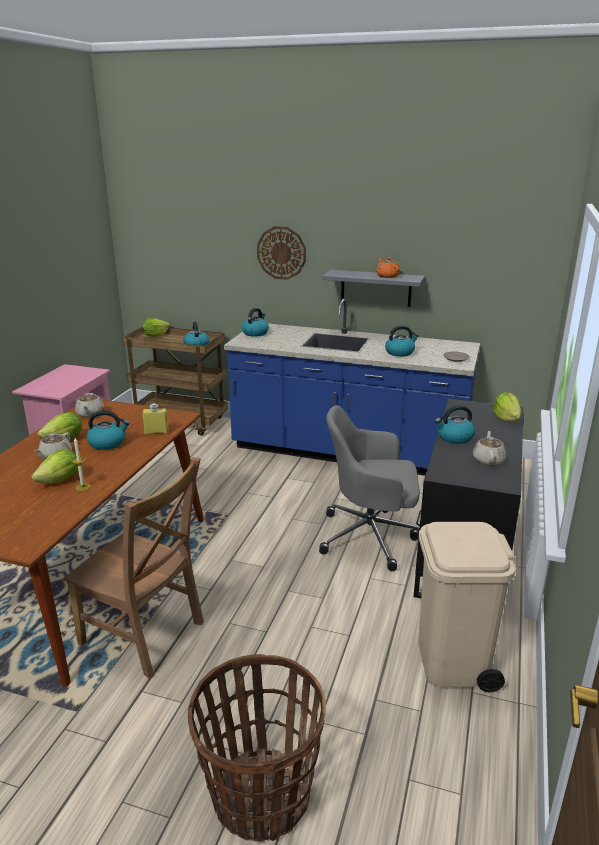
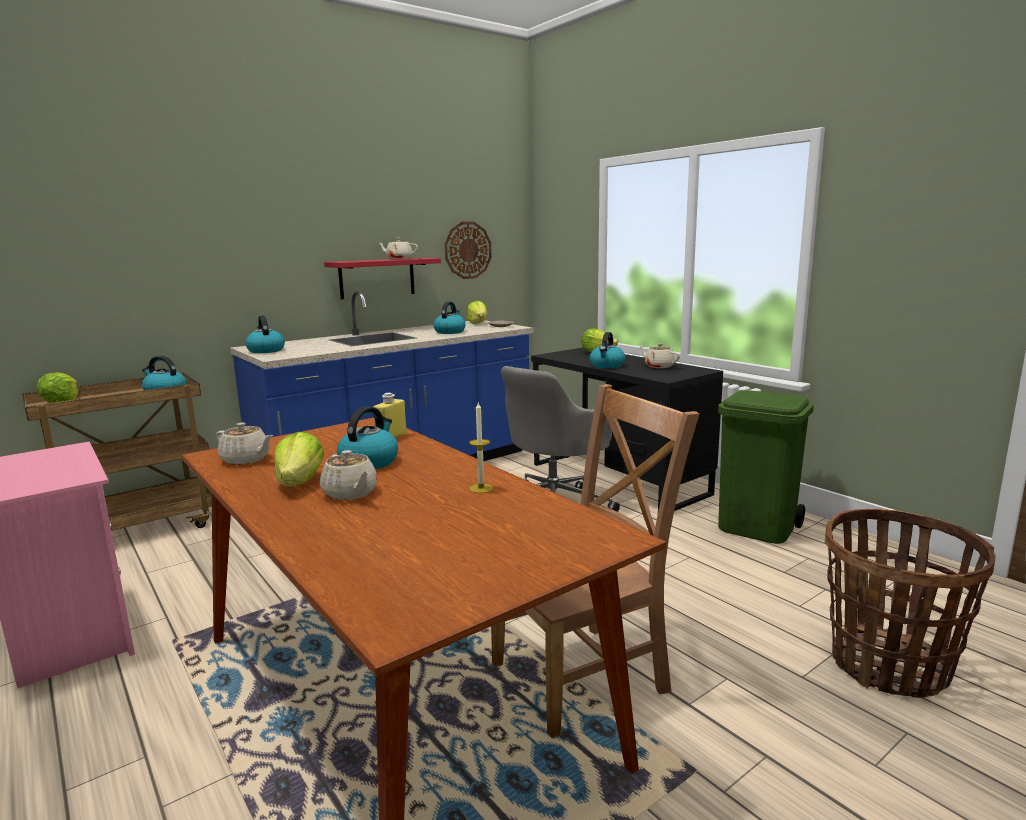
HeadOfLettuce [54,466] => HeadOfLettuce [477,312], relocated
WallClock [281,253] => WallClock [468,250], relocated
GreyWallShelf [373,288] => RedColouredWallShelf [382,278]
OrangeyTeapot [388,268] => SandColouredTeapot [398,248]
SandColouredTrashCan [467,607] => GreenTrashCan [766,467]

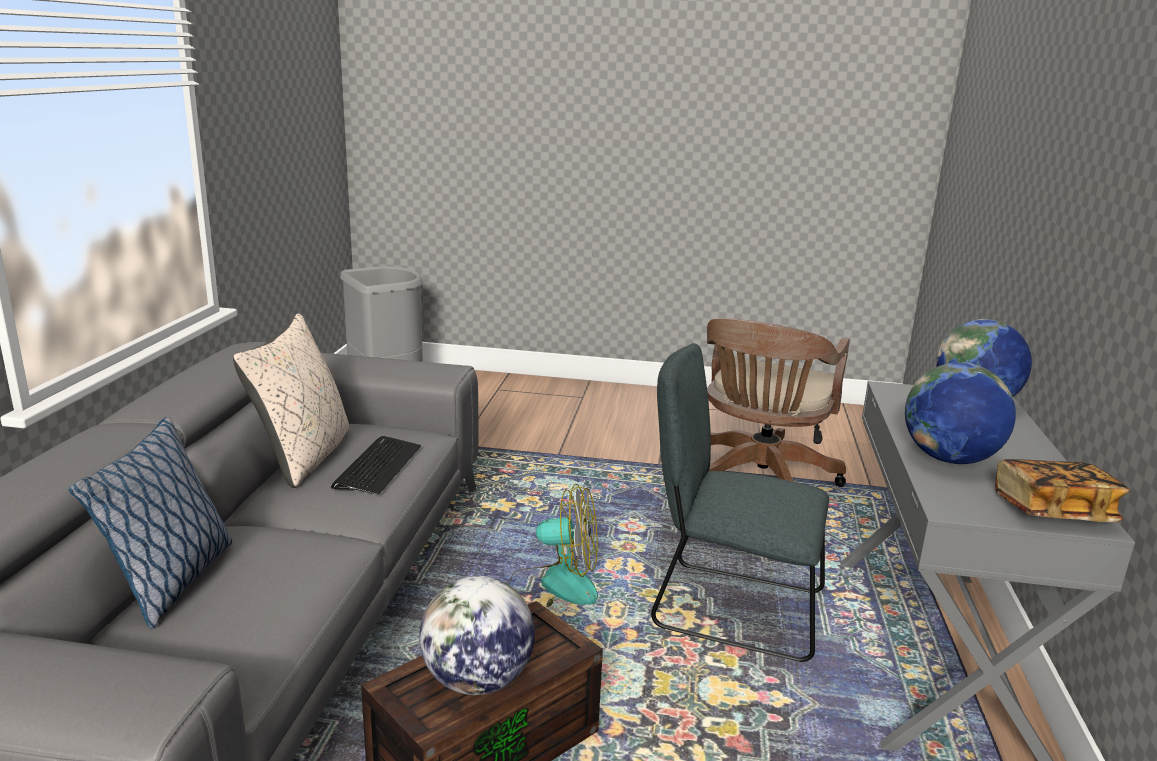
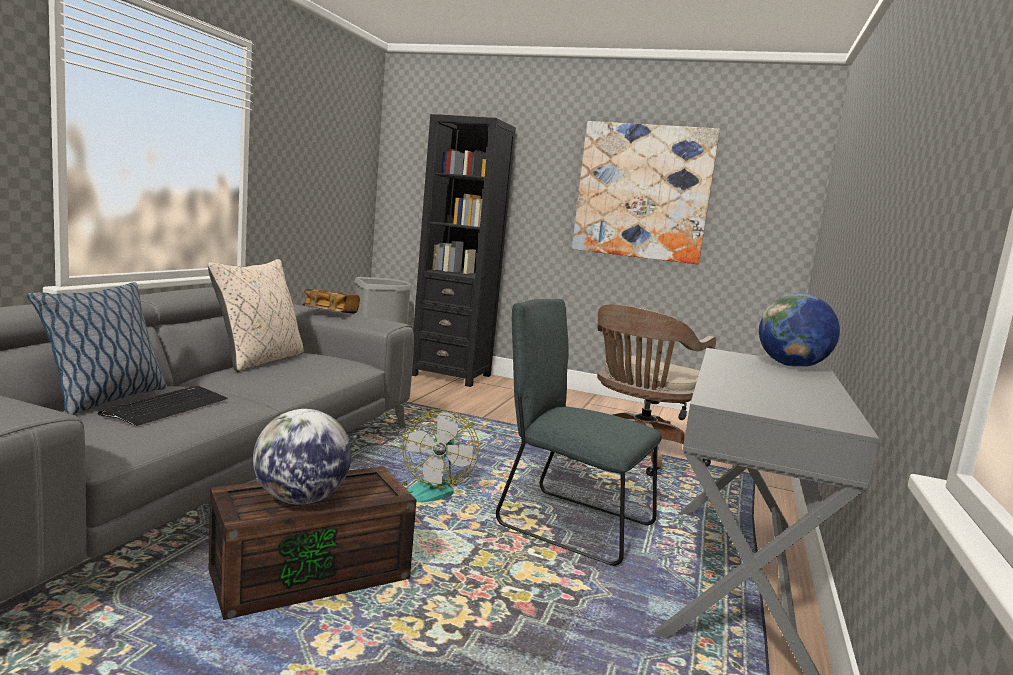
PcKeyboard [376,465] => PcKeyboard [162,406], relocated
ElectricFan [553,545] => ElectricFan [440,455], 75 degrees clockwise
Globe [960,413] => nothing
BoundBook [1062,490] => BoundBook [331,301], relocated
nothing => BlackBookcase [464,250]
nothing => WallArt [646,192]

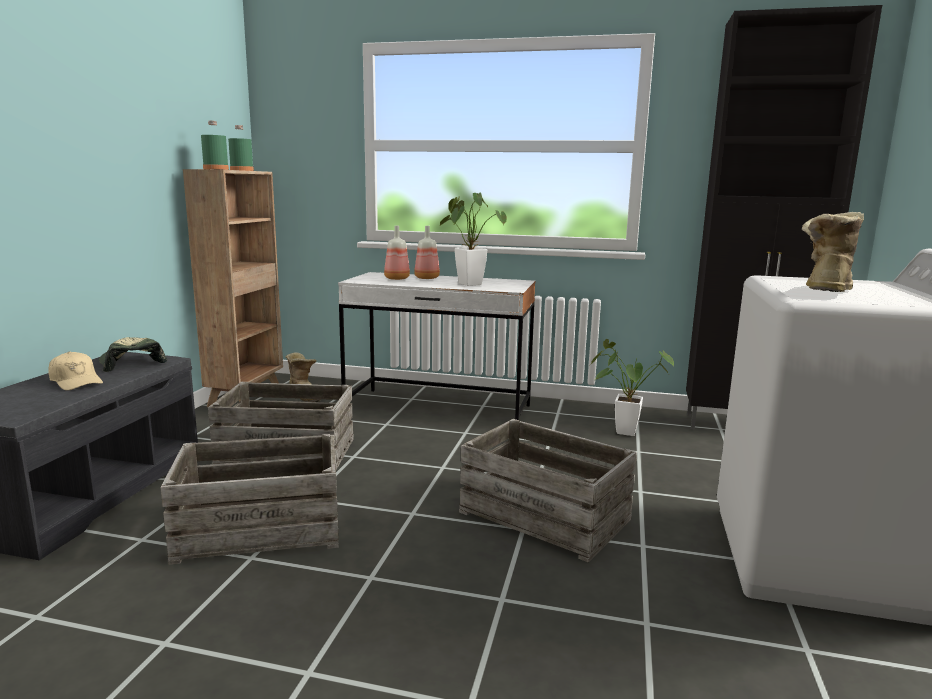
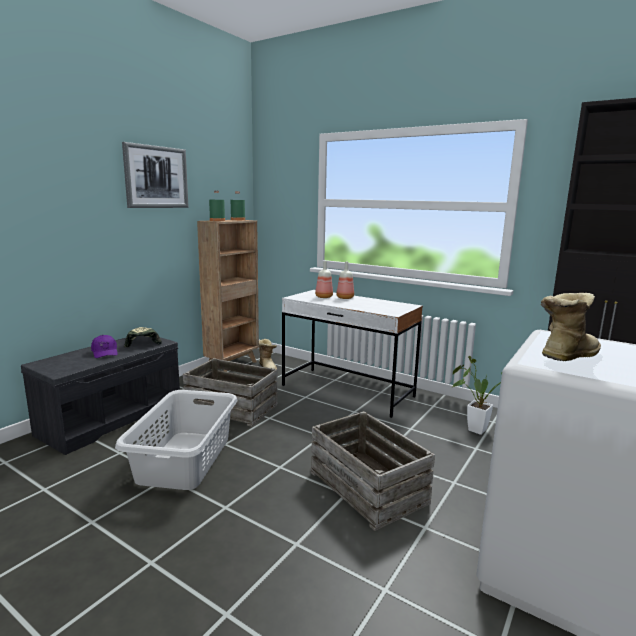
SandColouredPeakedCap [75,371] => PurplePeakedCap [104,346]
Crate [249,499] => GreyWashingBasket [176,440]
Houseplant [473,239] => nothing
nothing => WallArt [155,175]

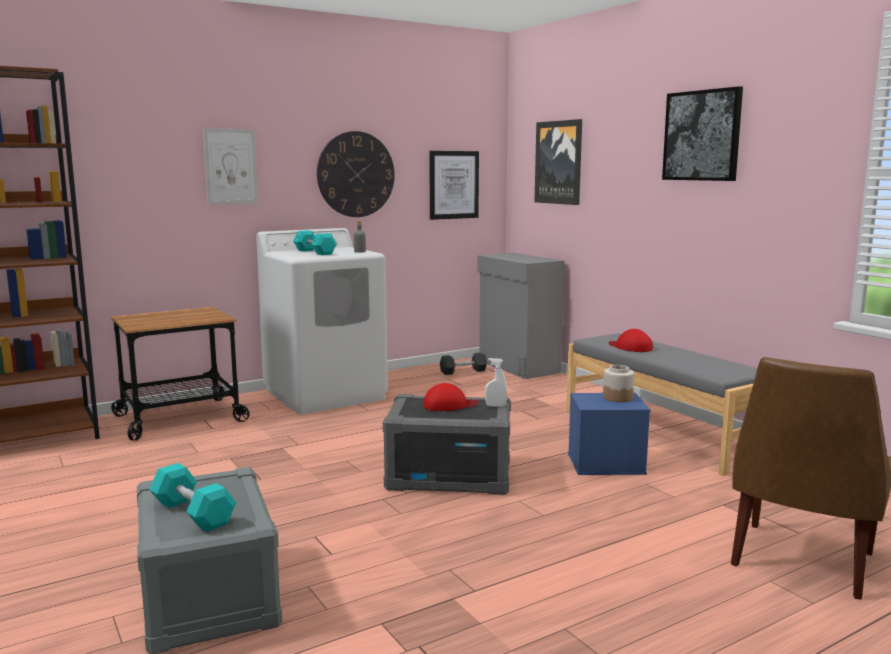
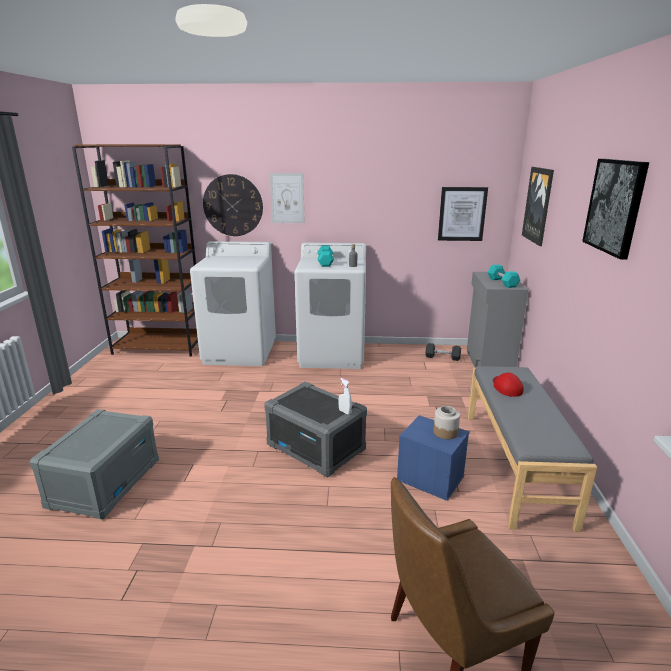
WheeledCart [180,374] => WhiteWashingMachine [233,303]
BlueGreenDumbbell [192,497] => BlueGreenDumbbell [503,276], relocated
WallClock [356,174] => WallClock [233,205], relocated
RedColouredPeakedCap [450,397] => nothing

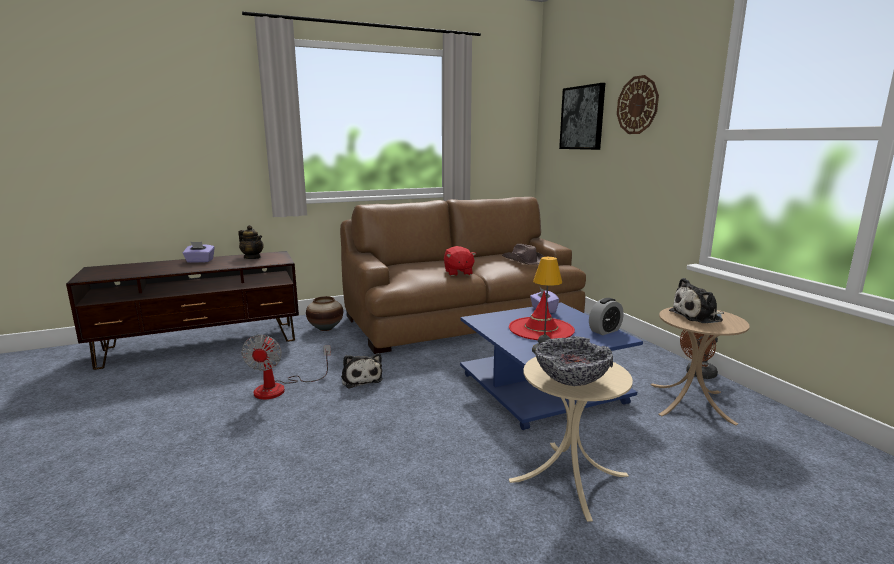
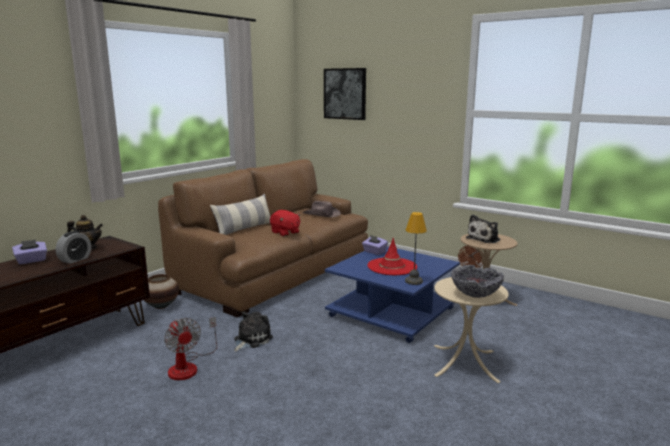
CuddlyToy [362,370] => CuddlyToy [253,332], 90 degrees counterclockwise
BedsideClock [606,316] => BedsideClock [73,247], relocated
WallClock [638,104] => nothing
nothing => Cushion [240,214]

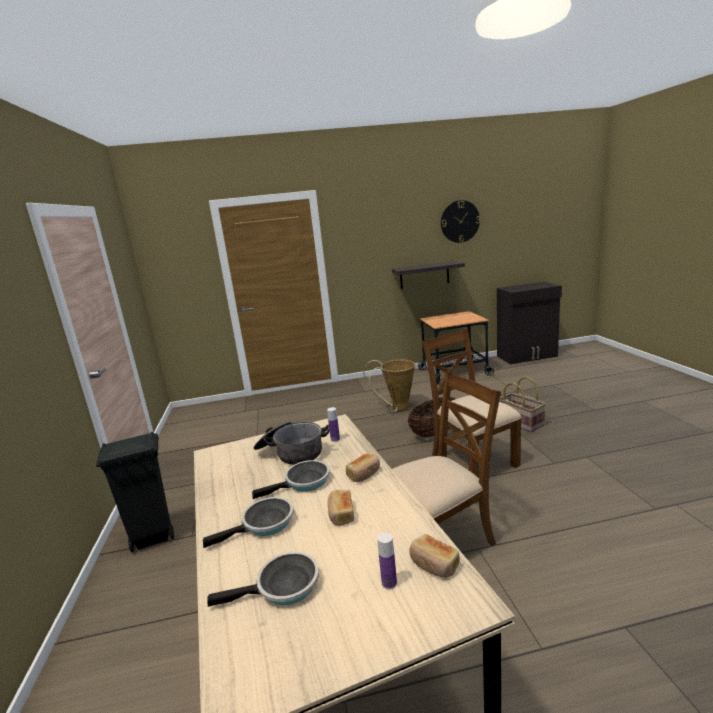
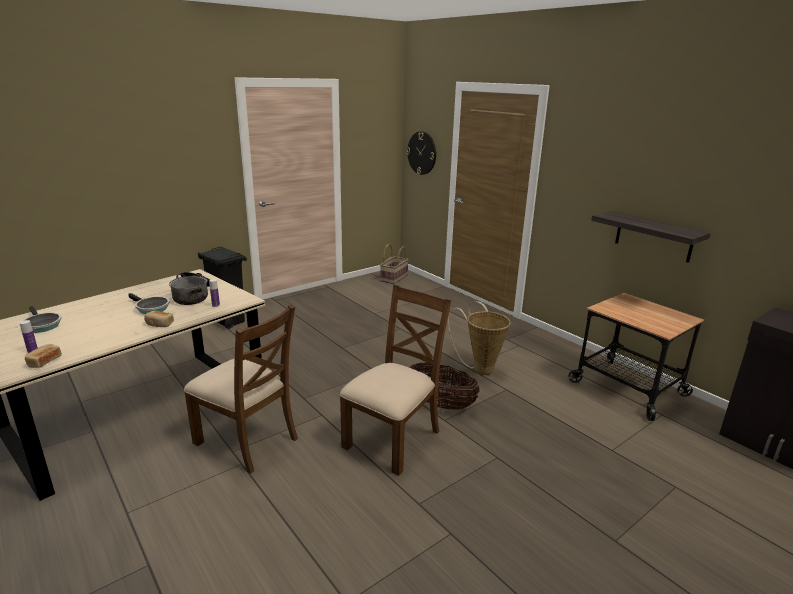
FryingPan [248,522] => nothing
BakedBread [341,508] => nothing
WallClock [460,221] => WallClock [421,153], relocated
StorageBasket [522,404] => StorageBasket [394,264], relocated

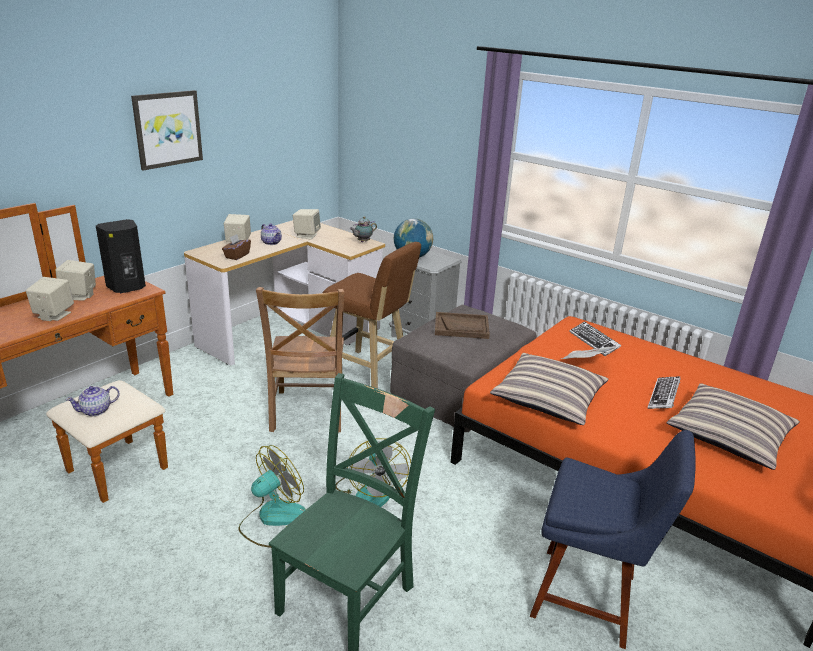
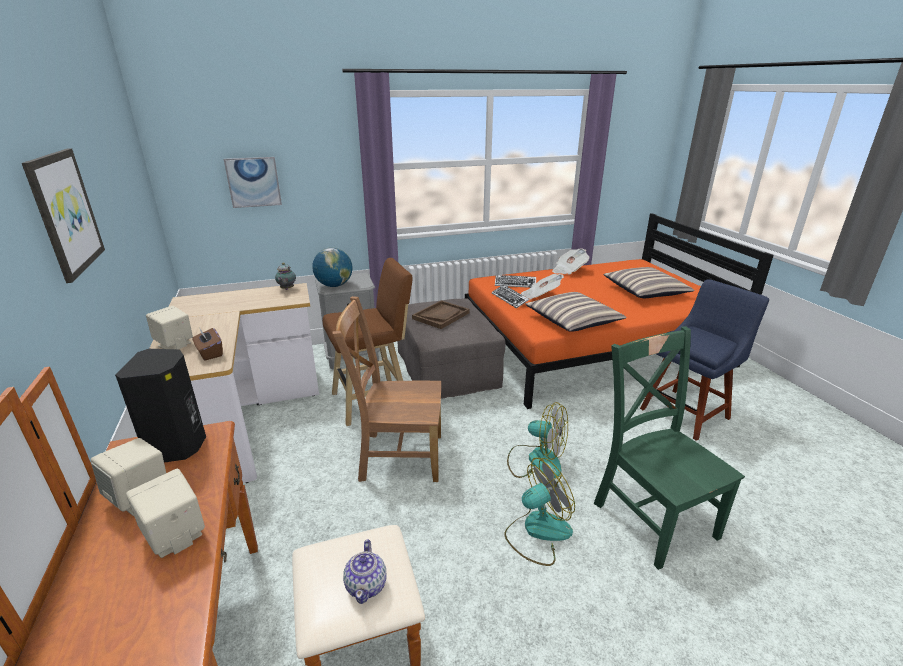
ElectricFan [272,496] => ElectricFan [539,512], 75 degrees clockwise
BrownishUprightChair [300,360] => BrownishUprightChair [386,389], 150 degrees clockwise
Teapot [271,234] => nothing
SandColouredAudioSpeaker [307,224] => nothing
PcKeyboard [664,392] => PcKeyboard [510,296], relocated
nothing => WallArt [253,182]
nothing => Newspaper [570,262]

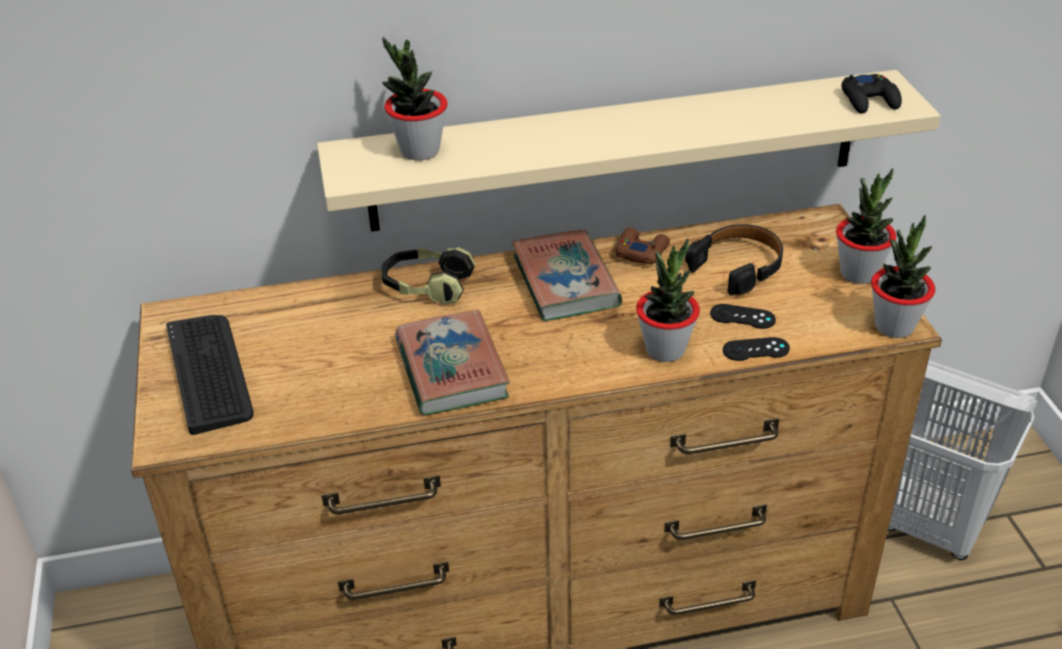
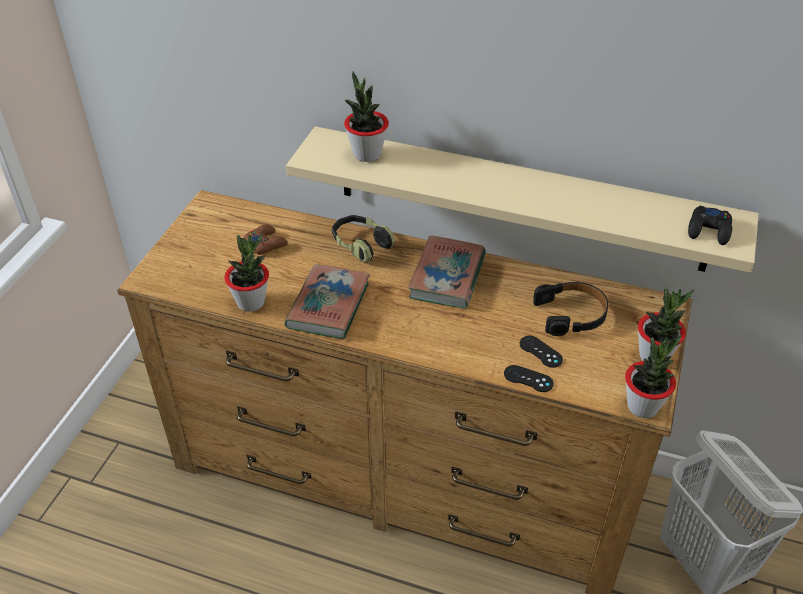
PcKeyboard [210,375] => nothing
BrownishJoypad [642,246] => BrownishJoypad [265,239], relocated
Houseplant [668,300] => Houseplant [246,273], relocated

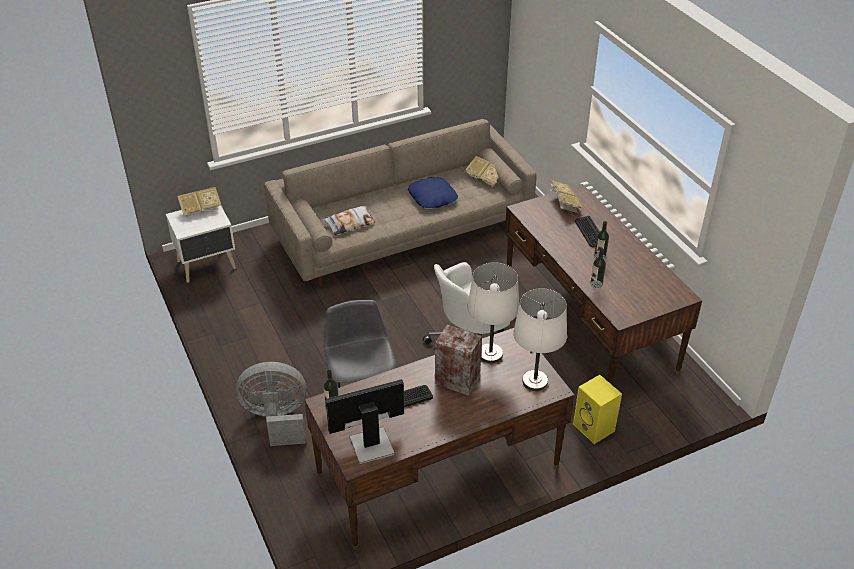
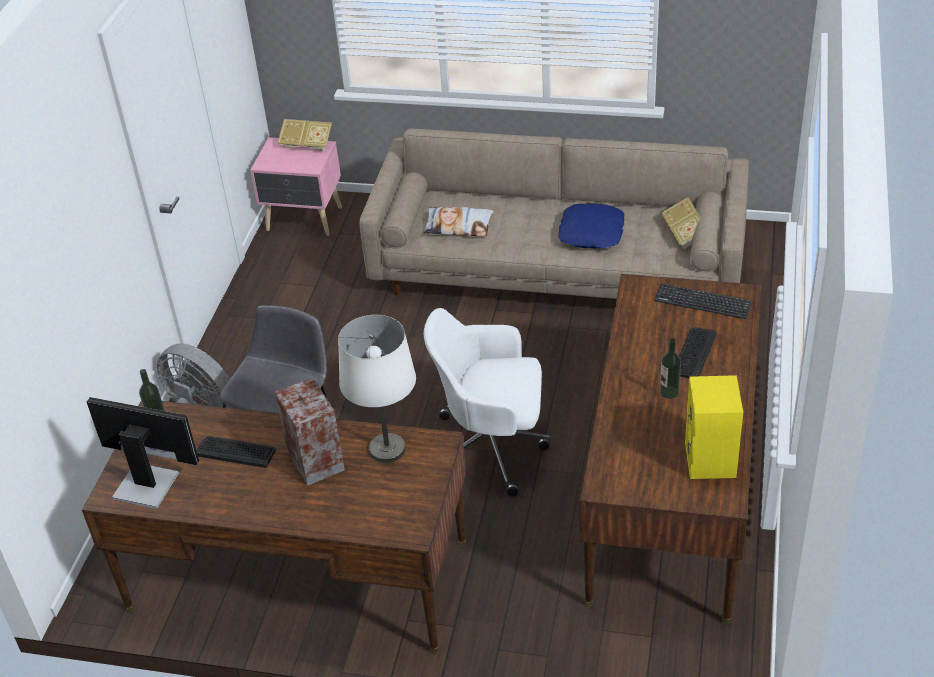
WhiteNightTable [201,244] => PinkishNightTable [296,186]
WhiteTableLamp [540,339] => nothing
BoundBook [566,196] => PcKeyboard [703,301]
YellowColouredAudioSpeaker [597,409] => YellowColouredAudioSpeaker [714,427], relocated
BeverageBottle [598,268] => nothing

